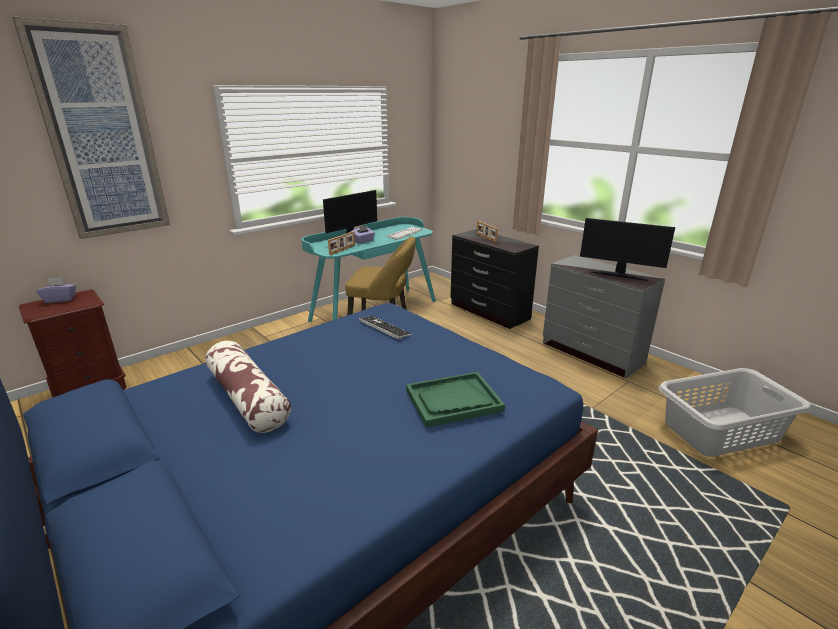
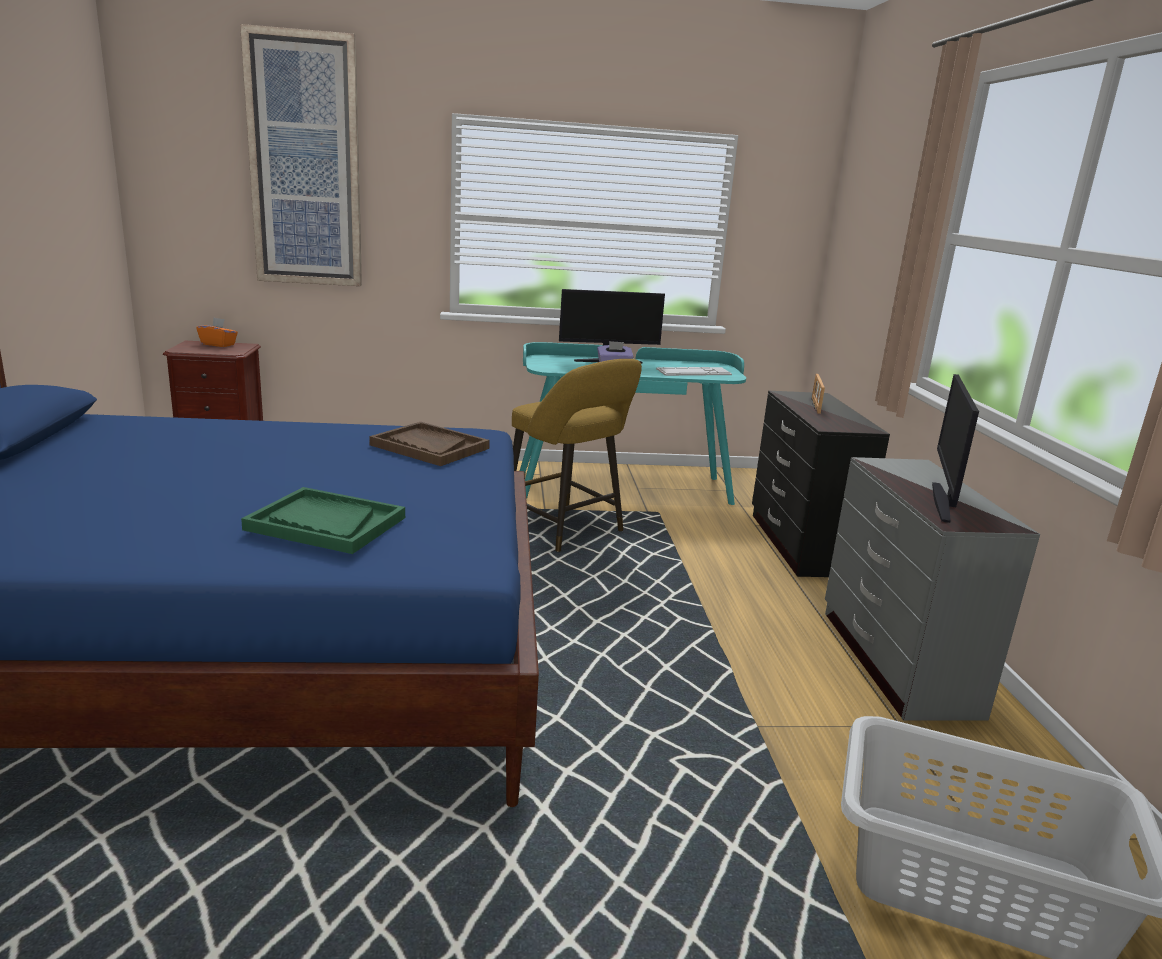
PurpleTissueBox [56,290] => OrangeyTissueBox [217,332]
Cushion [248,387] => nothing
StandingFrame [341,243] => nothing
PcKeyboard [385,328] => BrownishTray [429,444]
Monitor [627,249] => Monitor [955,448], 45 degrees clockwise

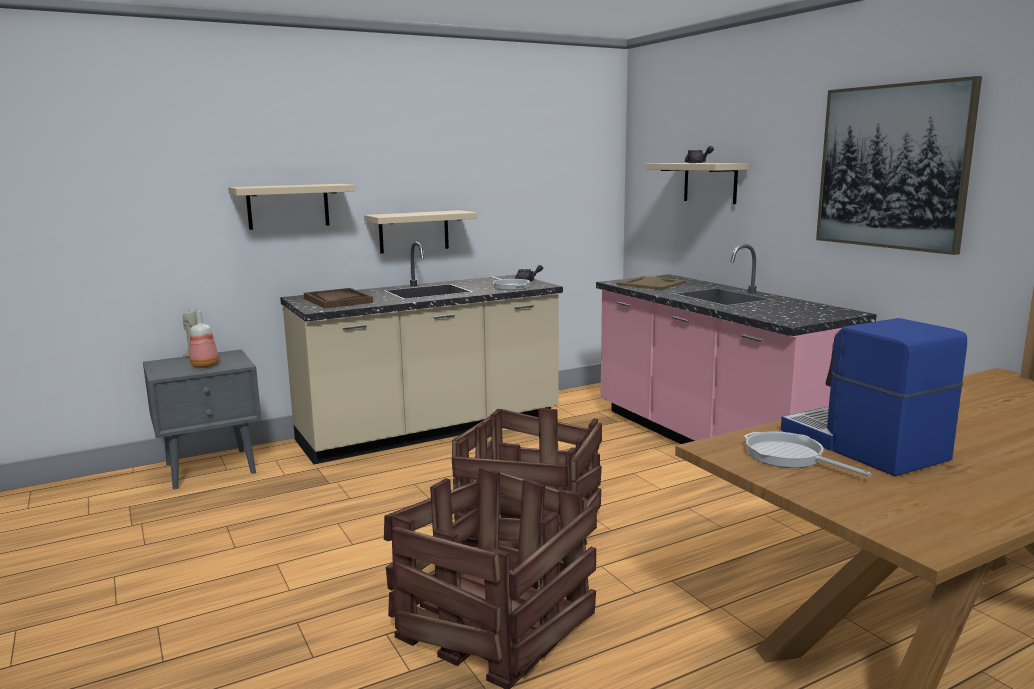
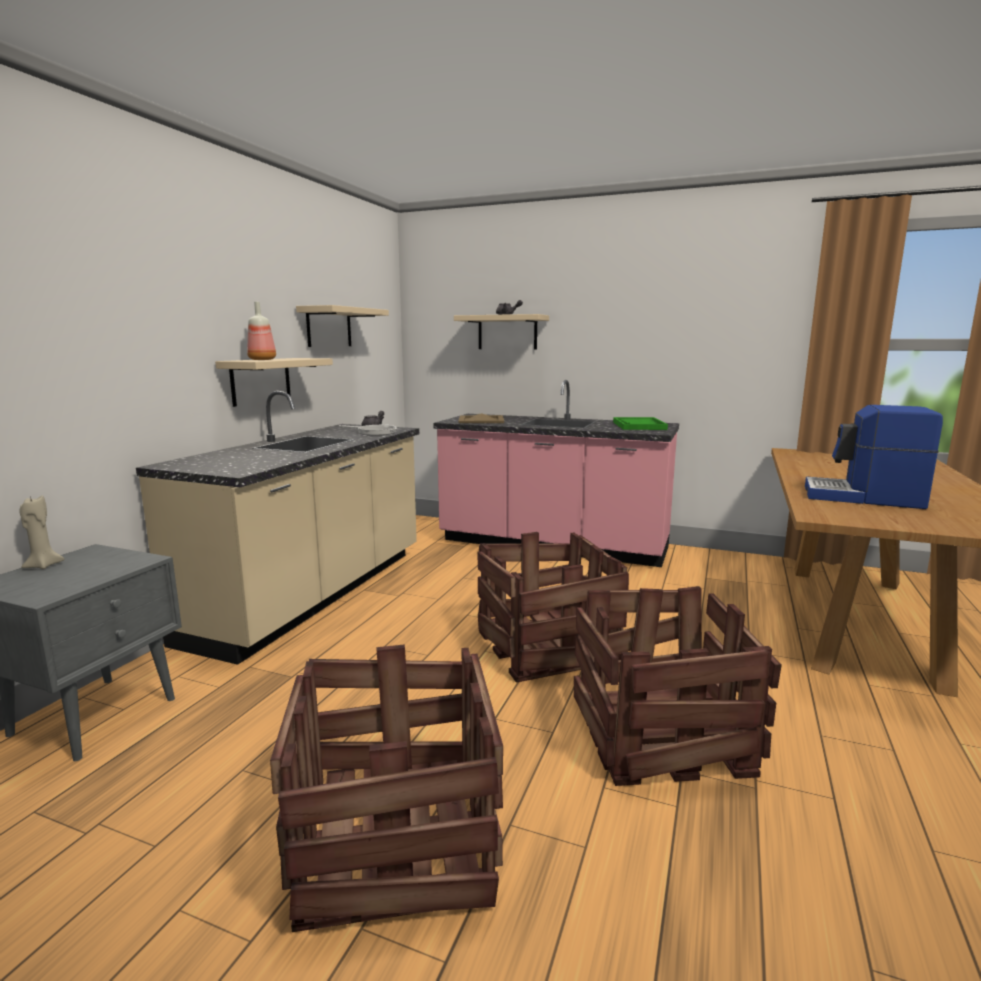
BeverageBottle [204,339] => BeverageBottle [261,331], relocated
SandColouredWallShelf [291,207] => SandColouredWallShelf [342,326], relocated
BrownishTray [338,298] => nothing
FryingPan [807,454] => nothing
WallArt [899,165] => nothing
nothing => Crate [386,788]
nothing => GreenTray [640,423]

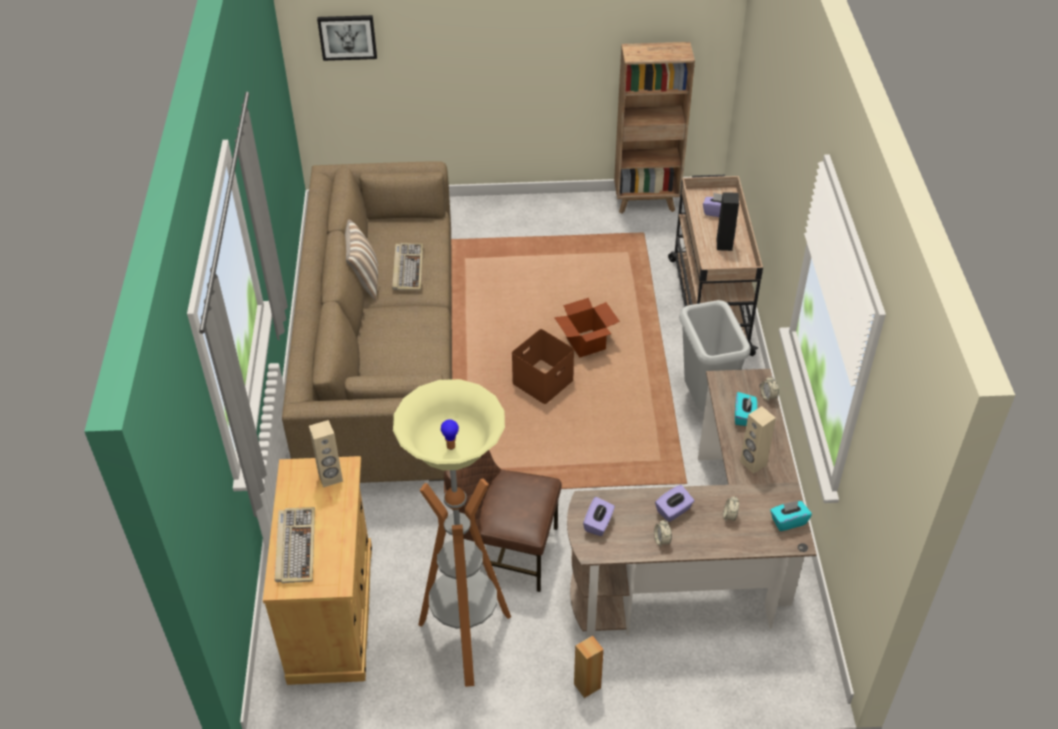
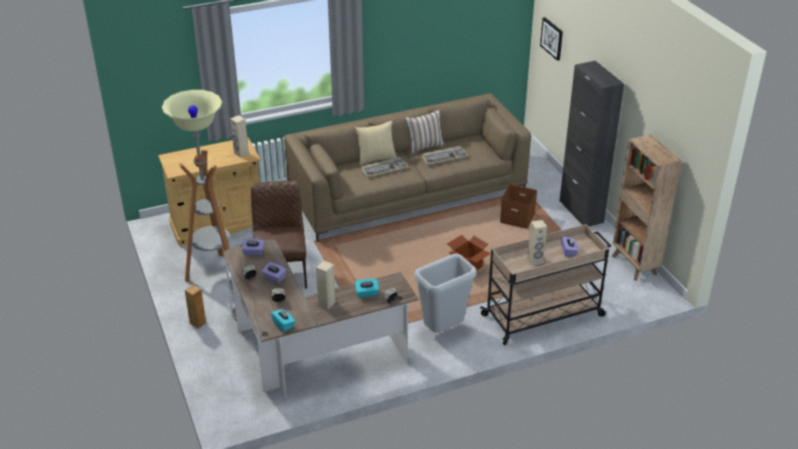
PcKeyboard [295,545] => PcKeyboard [385,167], relocated
BrownishStorageBox [543,366] => BrownishStorageBox [518,206], relocated
BlackAudioSpeaker [727,221] => SandColouredAudioSpeaker [537,242]
nothing => Cushion [376,143]
nothing => BlackCabinet [592,144]

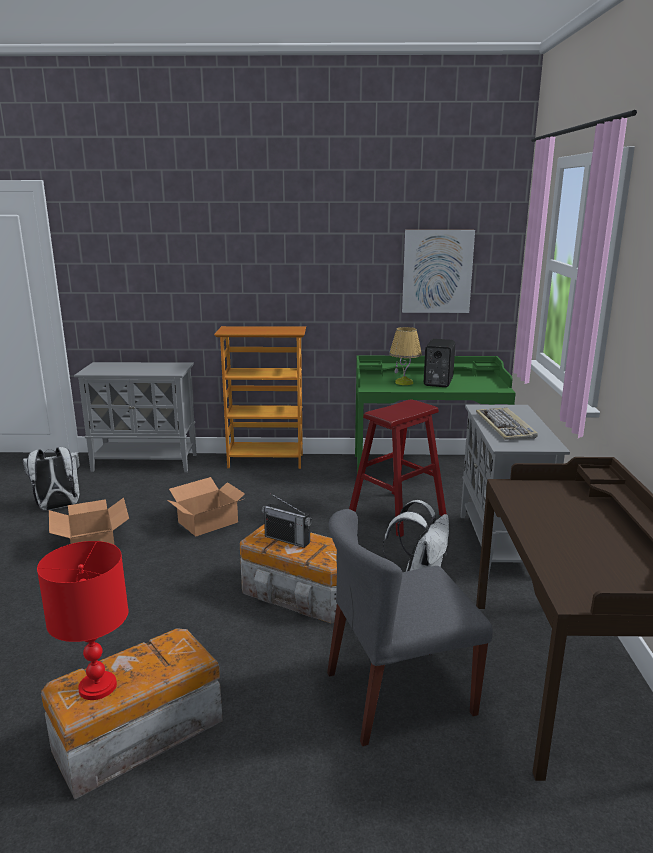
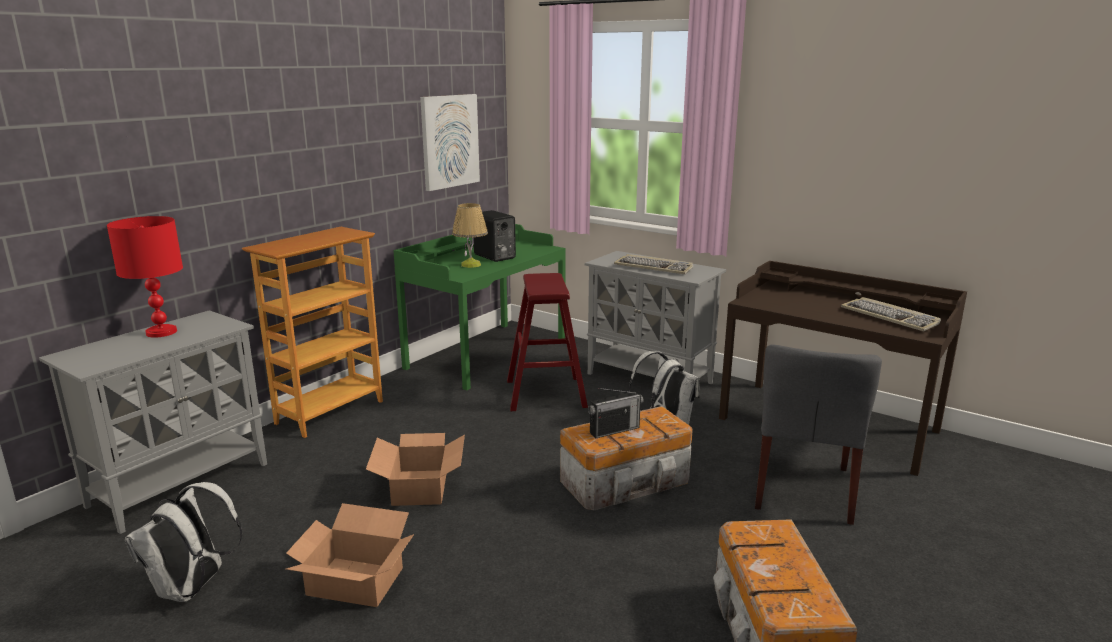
RedColouredTableLamp [82,620] => RedColouredTableLamp [145,277], relocated
nothing => PcKeyboard [891,314]

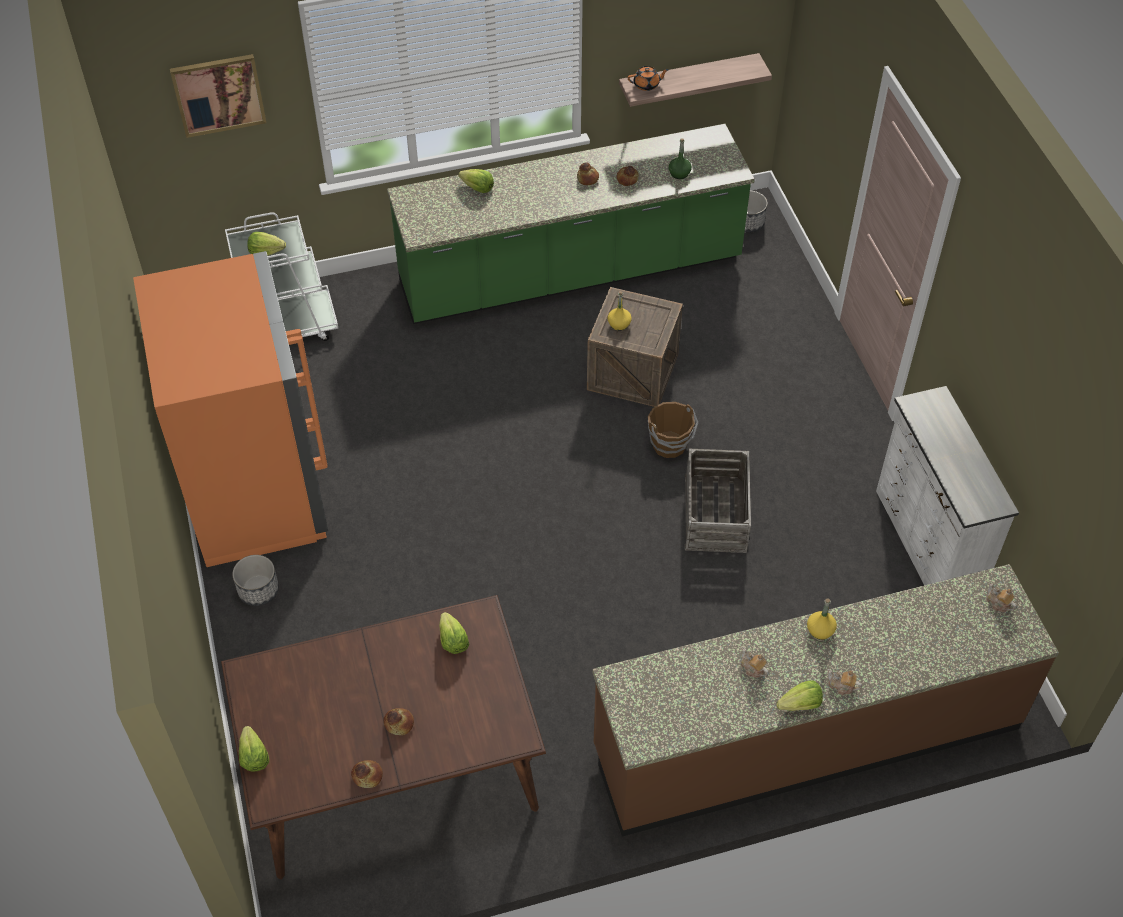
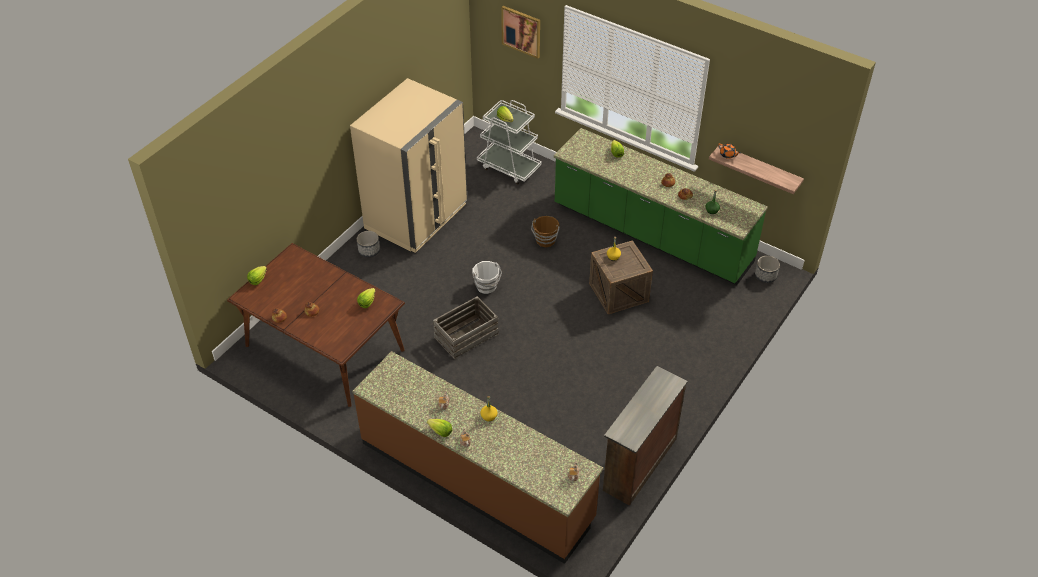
OrangeyFridge [230,409] => SandColouredFridge [408,165]
BrownishBucket [673,430] => BrownishBucket [545,231], relocated
Crate [718,500] => Crate [465,328], relocated
WhiteChestOfDrawers [947,485] => BrownishChestOfDrawers [645,436]
nothing => WhiteBucket [487,277]

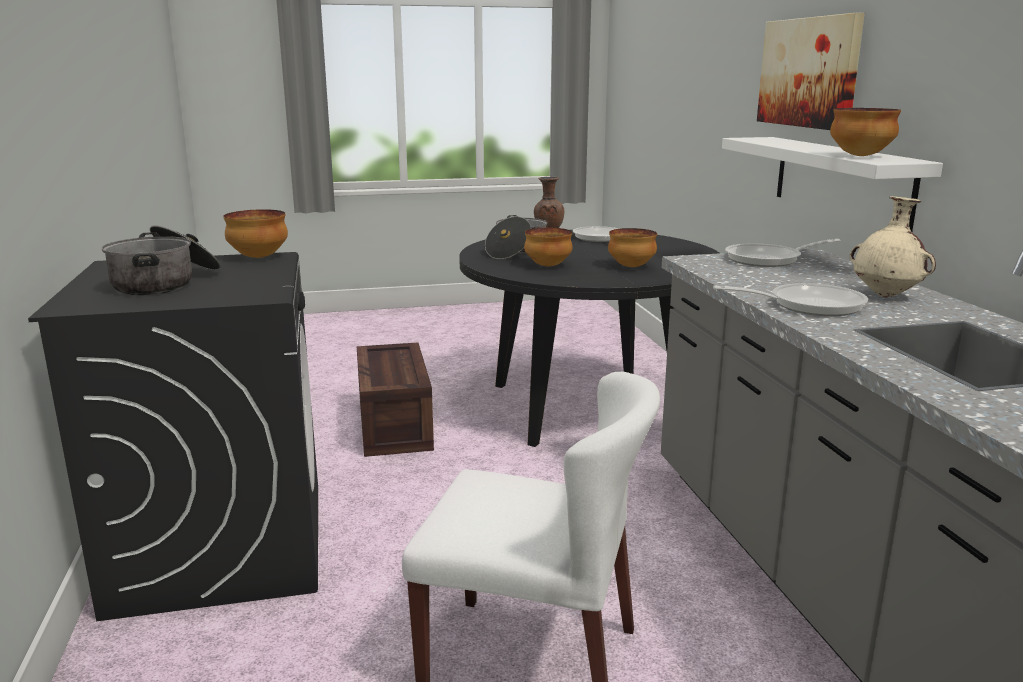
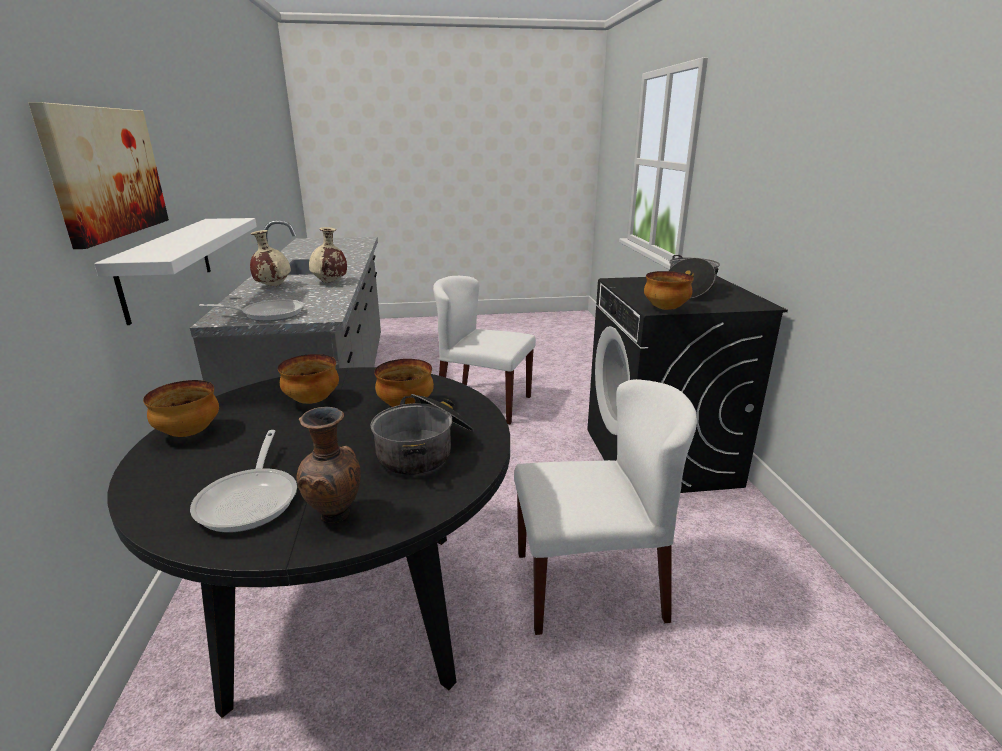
Crate [395,399] => WhiteUprightChair [605,507]
FryingPan [790,299] => SandColouredDecorativeVase [328,255]
ServingBowl [865,132] => ServingBowl [181,408], relocated

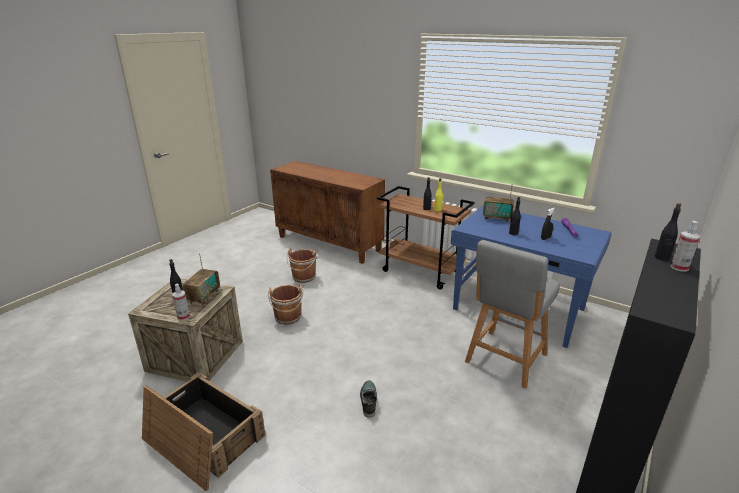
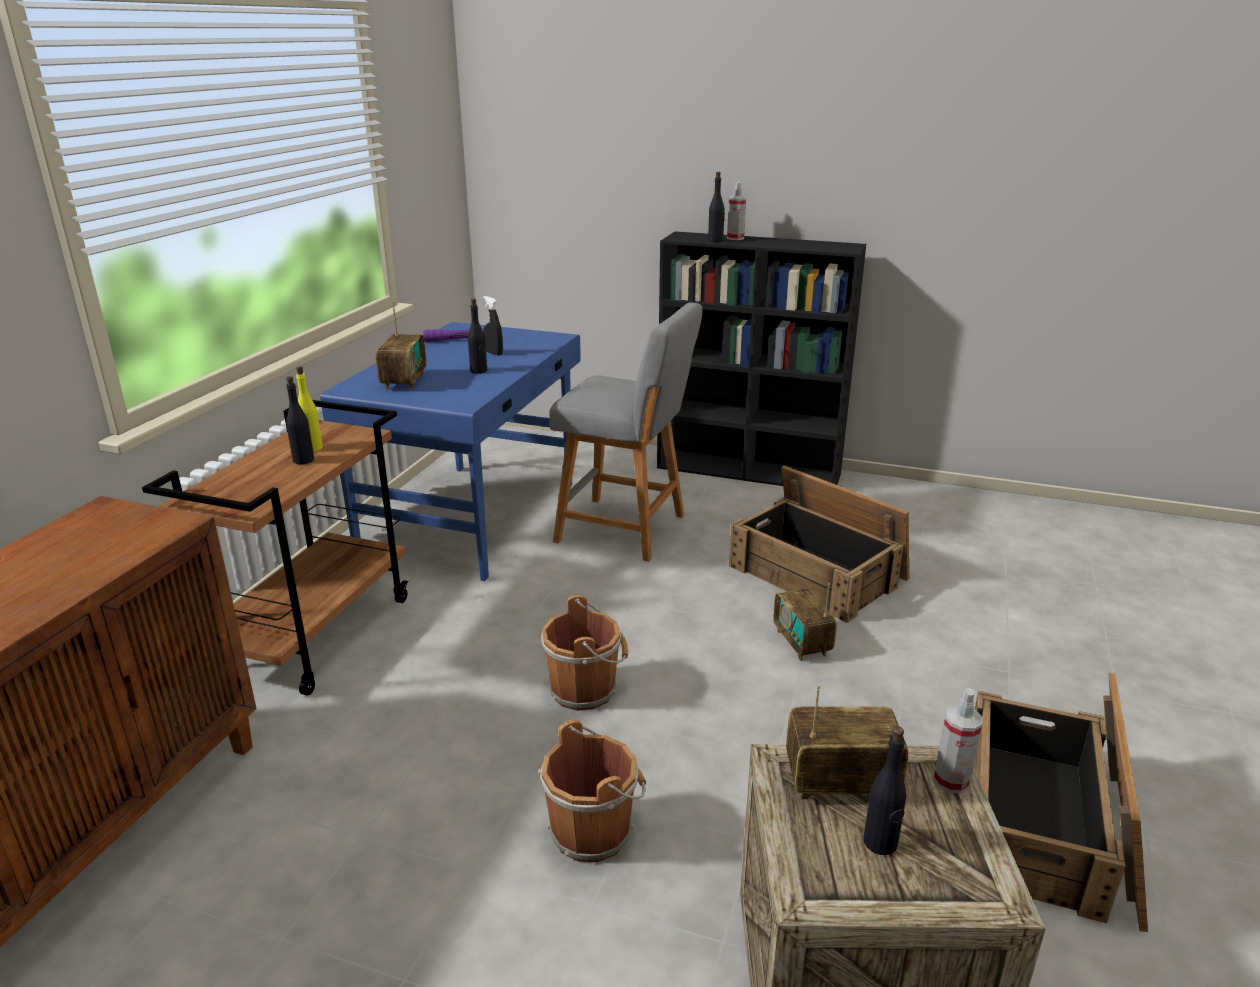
BrownishBucket [302,265] => BrownishBucket [584,653], relocated
LowShoe [368,399] => Radio [805,622]
nothing => Crate [819,544]

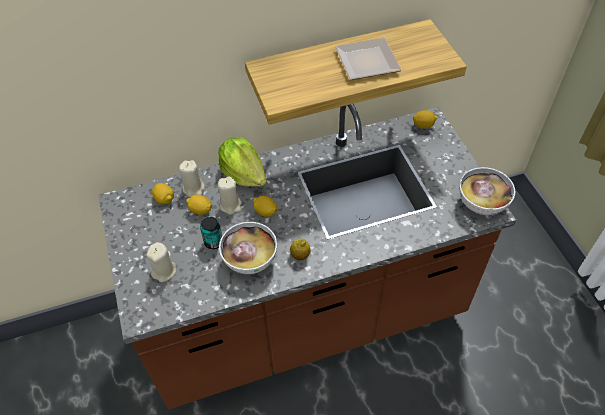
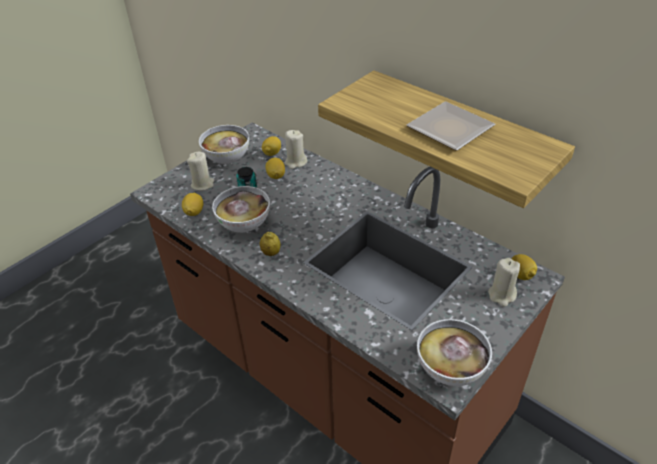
HeadOfLettuce [242,162] => nothing
SandColouredWaxLight [230,195] => SandColouredWaxLight [504,282], relocated
WholeLemon [265,206] => WholeLemon [192,204], relocated
nothing => ServingBowl [224,144]

